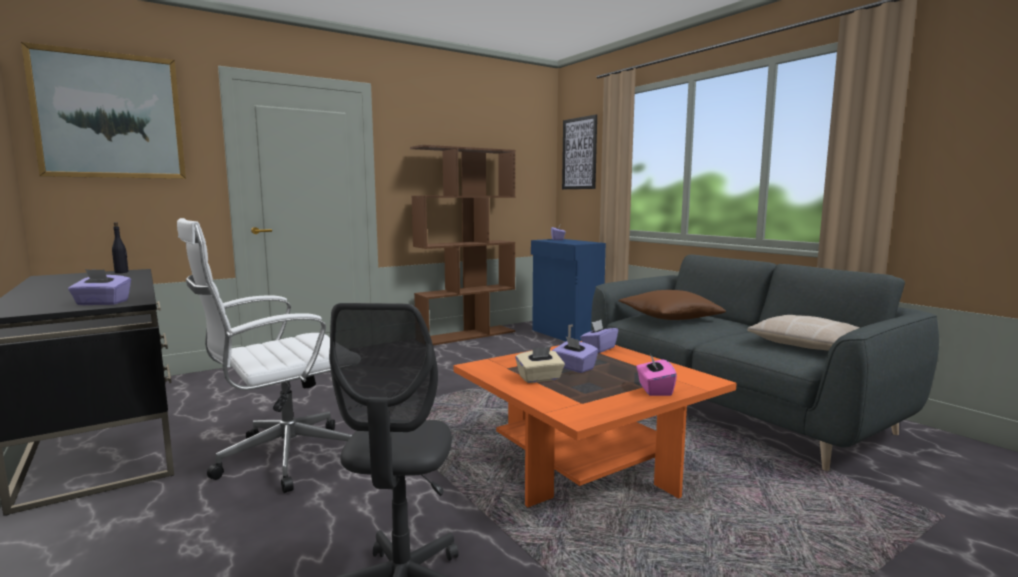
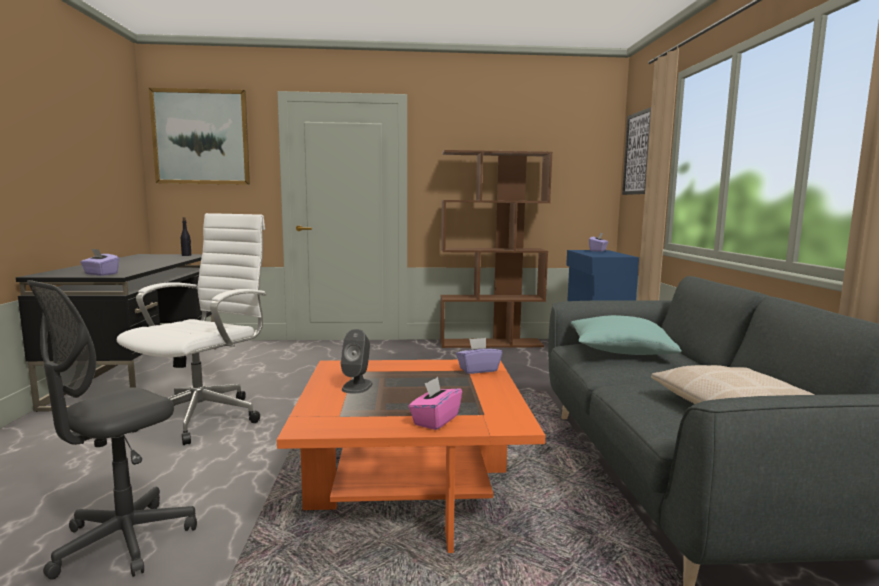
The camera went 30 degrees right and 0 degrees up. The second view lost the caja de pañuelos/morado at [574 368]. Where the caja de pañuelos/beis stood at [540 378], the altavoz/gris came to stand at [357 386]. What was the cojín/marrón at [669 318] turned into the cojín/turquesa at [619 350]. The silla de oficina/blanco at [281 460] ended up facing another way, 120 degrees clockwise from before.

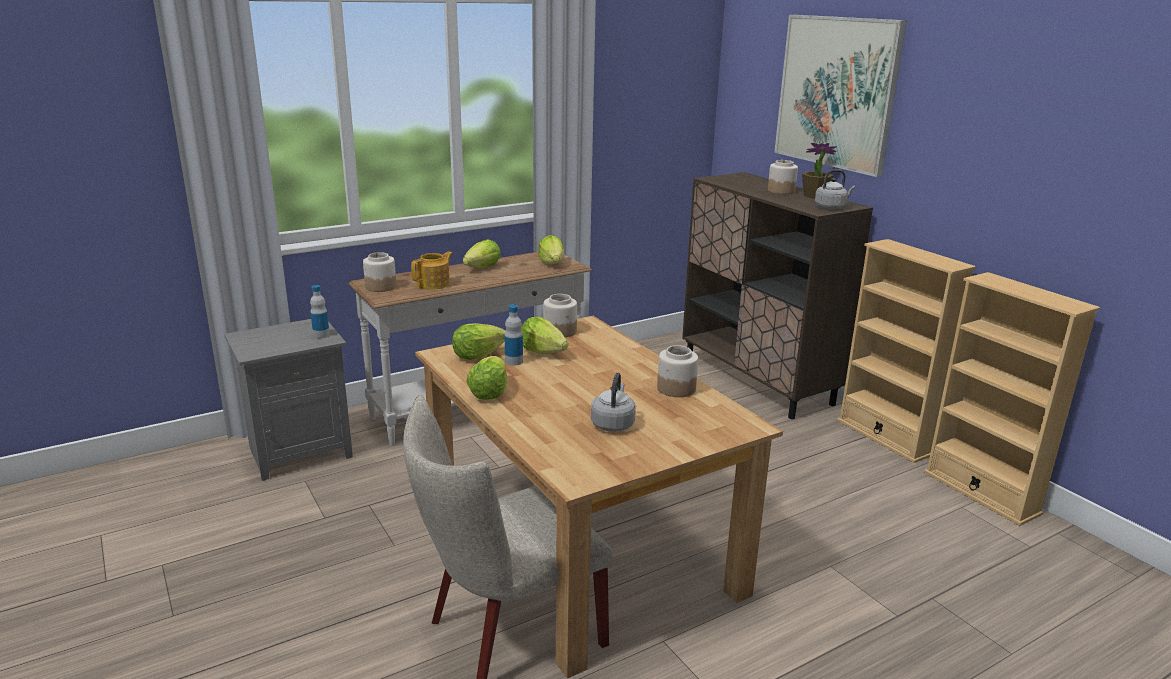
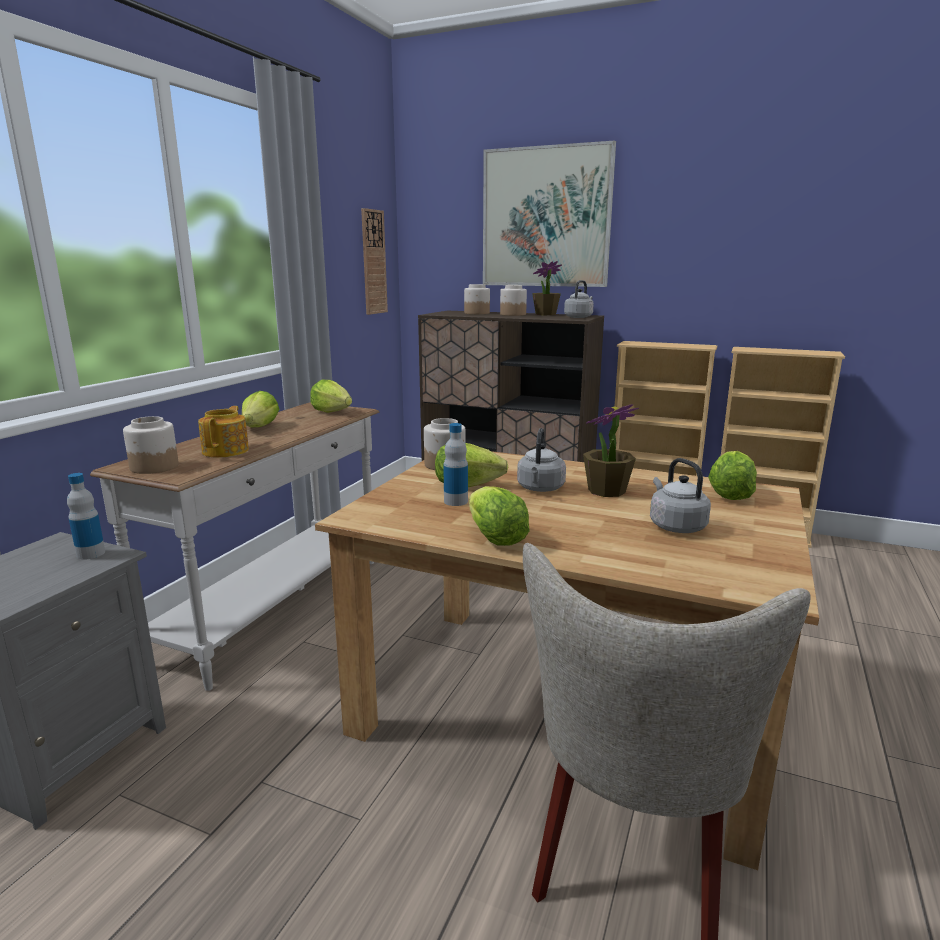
The camera went 35 degrees left and 5 degrees down. The second view gained the reloj de pared at [373 262]. The second view gained the hervidor/gris at [540 489]. The second view gained the planta en maceta at [606 491]. The lechuga ended up elsewhere, having gone from [477 356] to [730 494]. The tarro ended up elsewhere, having gone from [676 388] to [476 313].

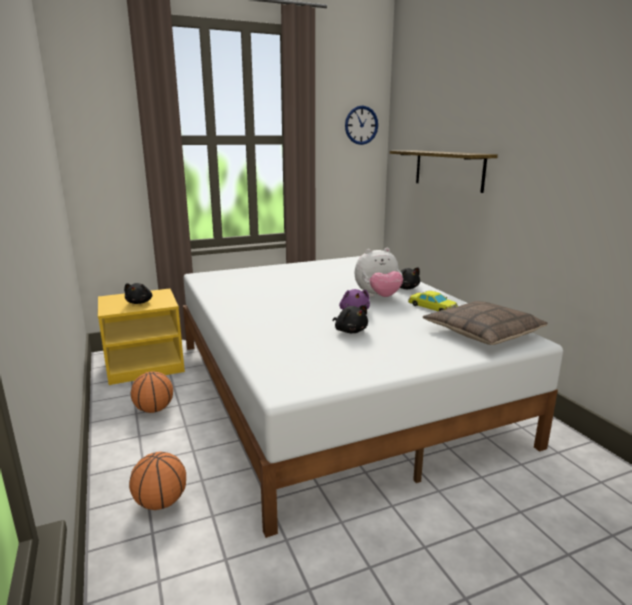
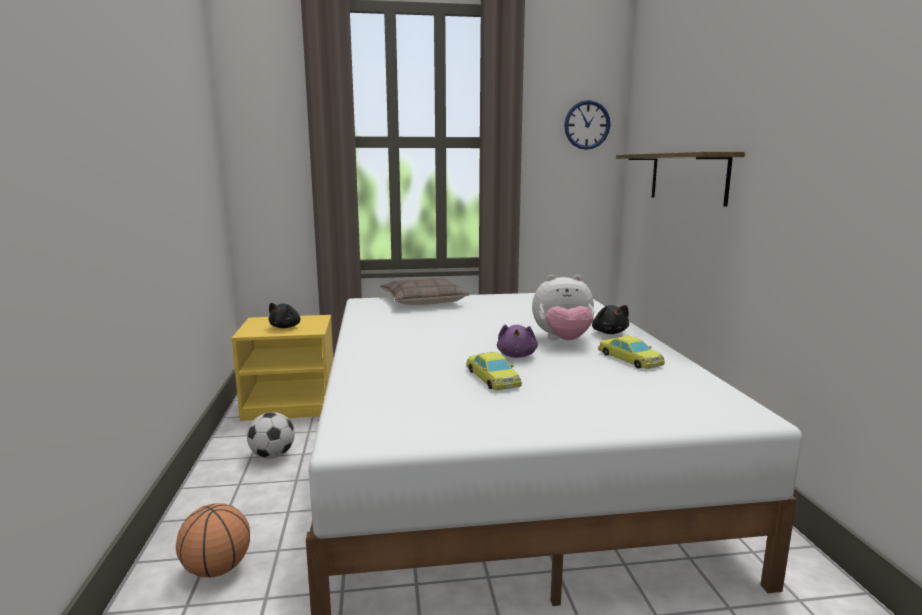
The camera went 15 degrees right and 5 degrees down. The cojín ended up elsewhere, having gone from [482 332] to [423 301]. Where the balón de baloncesto stood at [154 409], the balón de fútbol came to stand at [272 455]. Where the peluche/negro stood at [350 331], the coche de juguete/amarillo came to stand at [493 378].

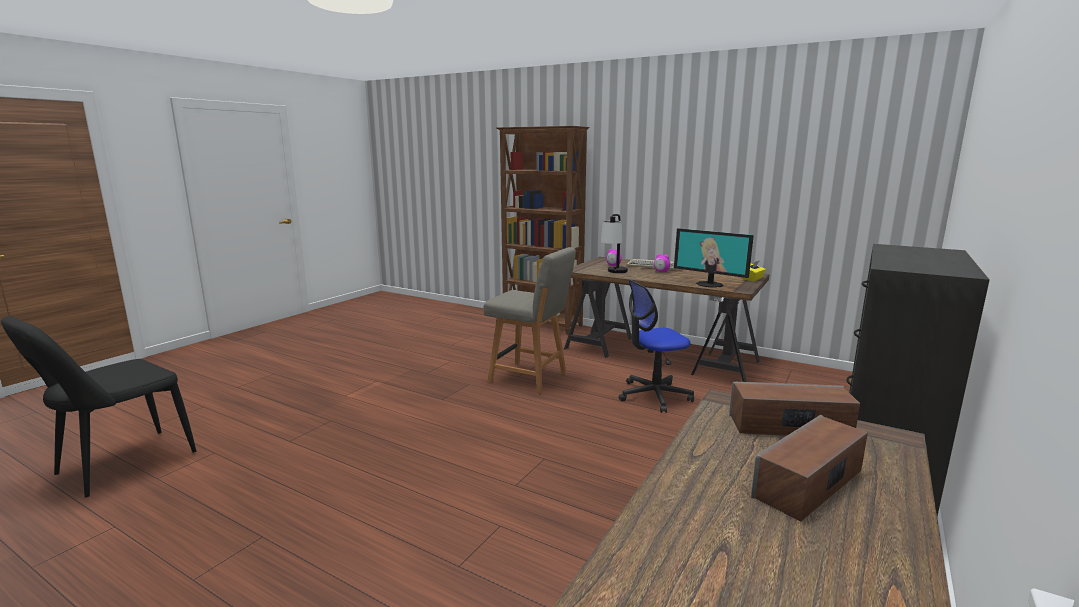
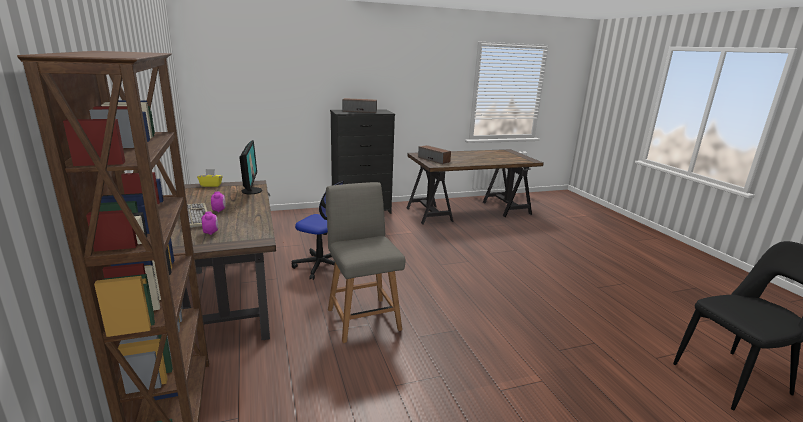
The camera went 140 degrees left and 5 degrees up. The second view lost the lámpara de mesa at [614 273]. The altavoz ended up elsewhere, having gone from [809 484] to [360 111].

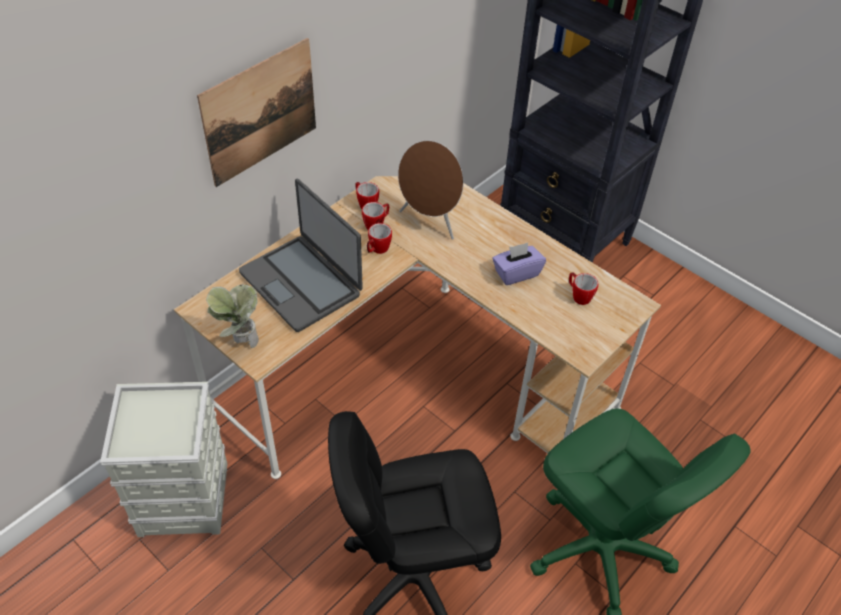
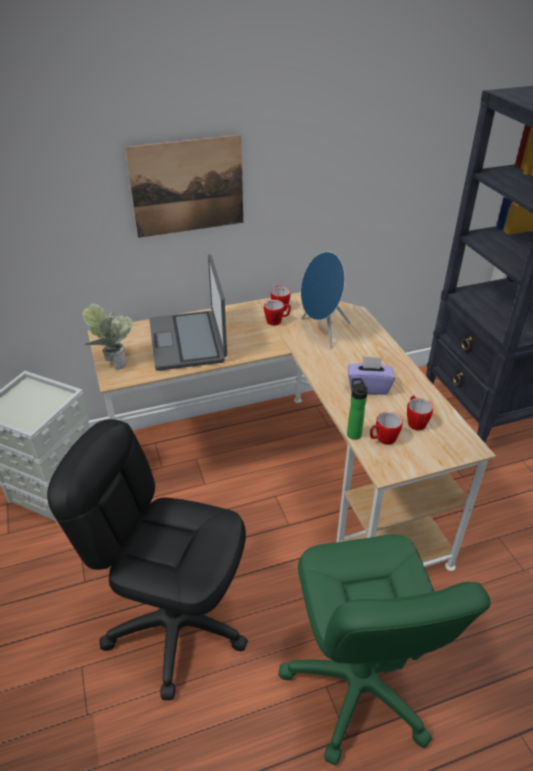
The camera went 30 degrees right and 10 degrees down. The second view gained the botella at [353 433]. The taza grande ended up elsewhere, having gone from [377 250] to [382 439]. What was the altavoz/marrón at [430 221] turned into the altavoz/azul at [322 331].

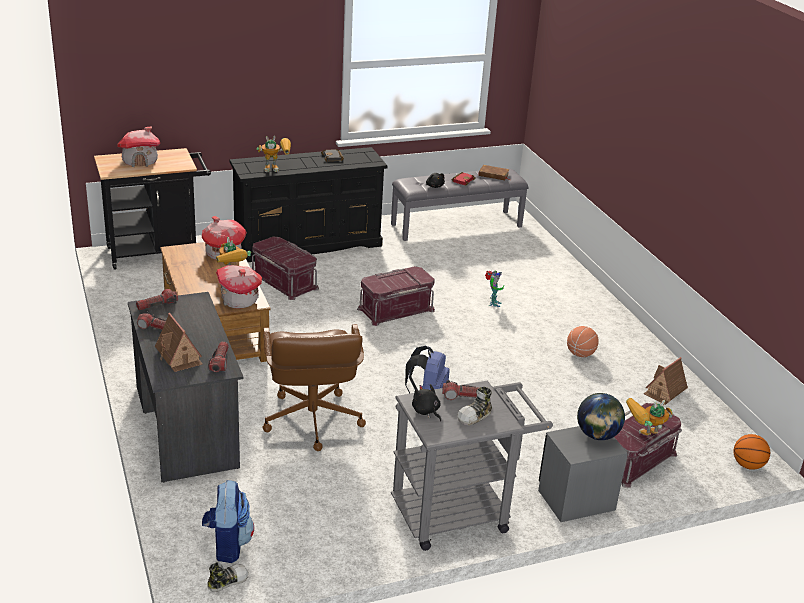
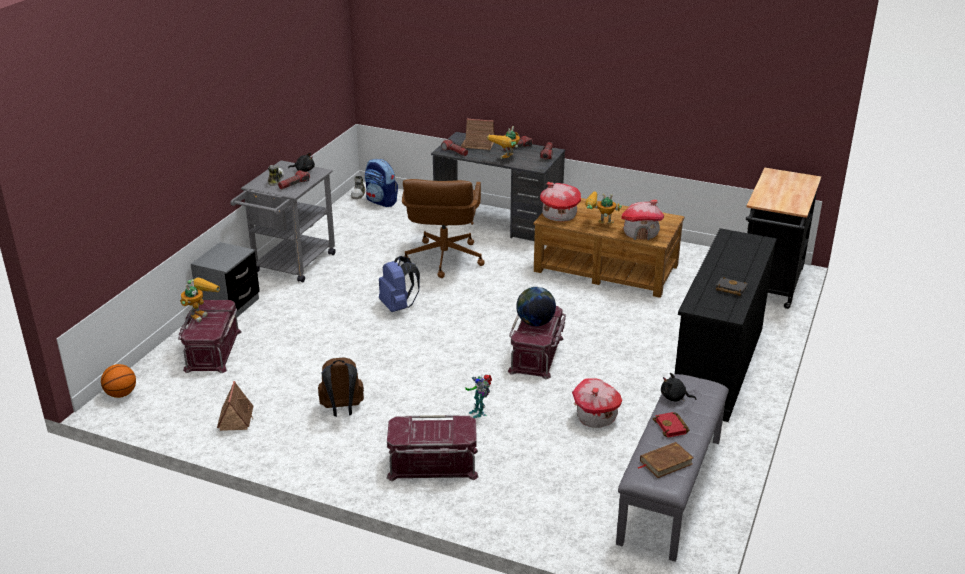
The camera went 135 degrees right and 0 degrees up. The casita ended up elsewhere, having gone from [140 161] to [596 417]. The caja de almacenaje/rojo ended up elsewhere, having gone from [285 281] to [432 465]. The robot de juguete ended up elsewhere, having gone from [276 168] to [506 160]. The globo terráqueo ended up elsewhere, having gone from [597 435] to [535 323]. Where the balón de baloncesto stood at [580 354], the mochila/marrón came to stand at [342 410]. The silla de oficina/marrón at [311 421] ended up facing another way, 120 degrees counterclockwise from before.

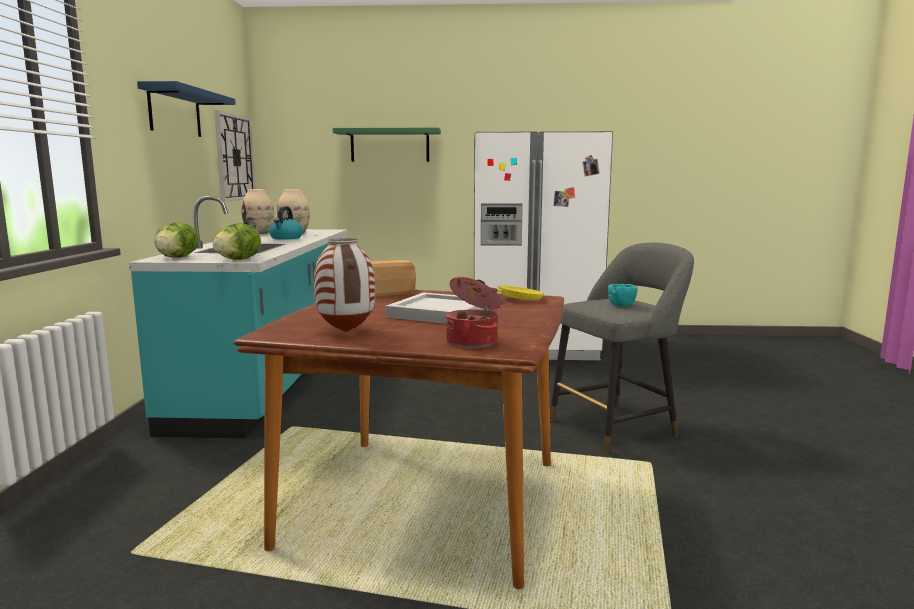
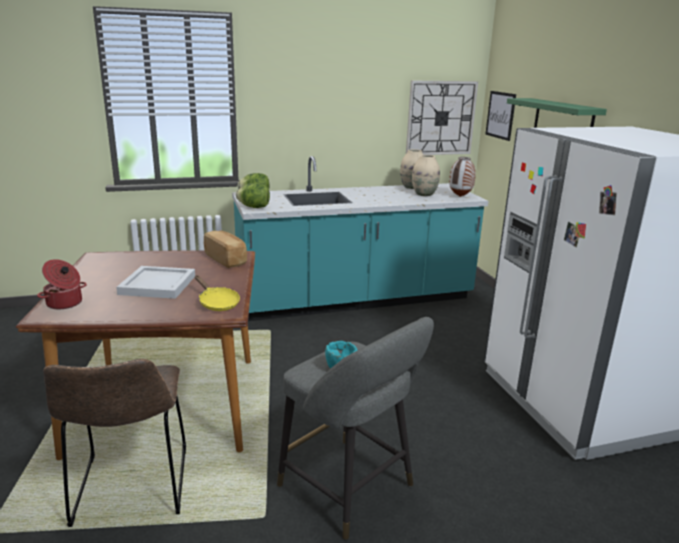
The camera went 70 degrees right and 10 degrees up. The second view lost the estante/azul at [175 112]. The second view lost the hervidor at [286 238]. The second view gained the silla/marrón at [131 489]. The second view gained the cuadro at [500 115]. The florero ended up elsewhere, having gone from [347 332] to [460 196].

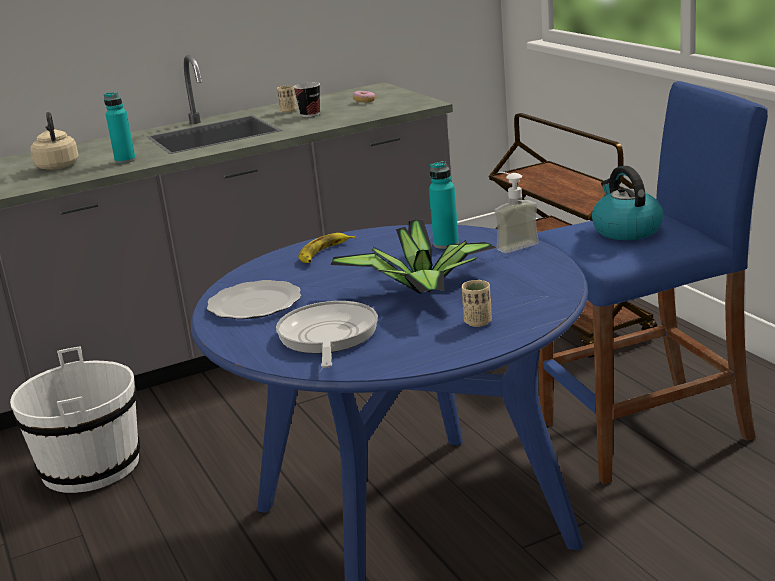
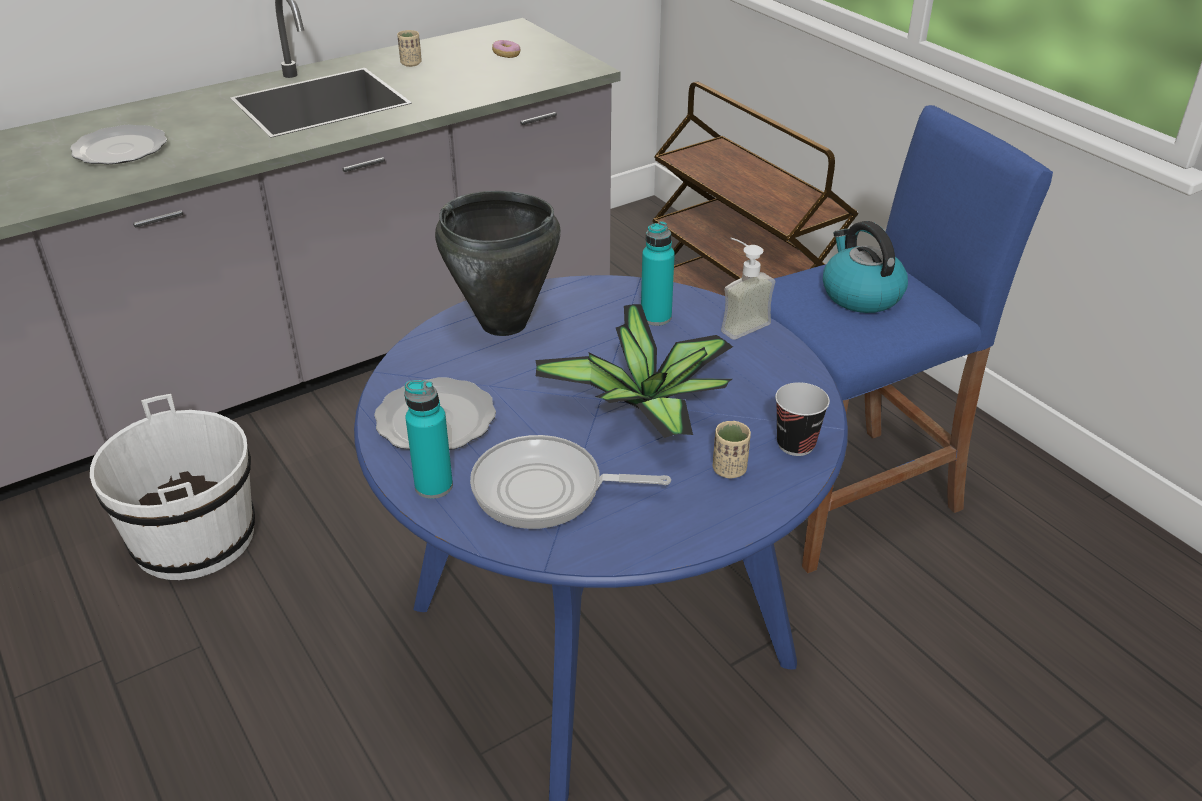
The camera went 10 degrees left and 15 degrees up. The botella/turquesa ended up elsewhere, having gone from [125 160] to [434 486]. The taza ended up elsewhere, having gone from [310 114] to [796 444]. Where the hervidor/beis stood at [57 166], the plato came to stand at [119 149]. Where the plátano stood at [324 253], the olla/negro came to stand at [504 324]. The sartén at [327 337] ended up facing another way, 75 degrees counterclockwise from before.

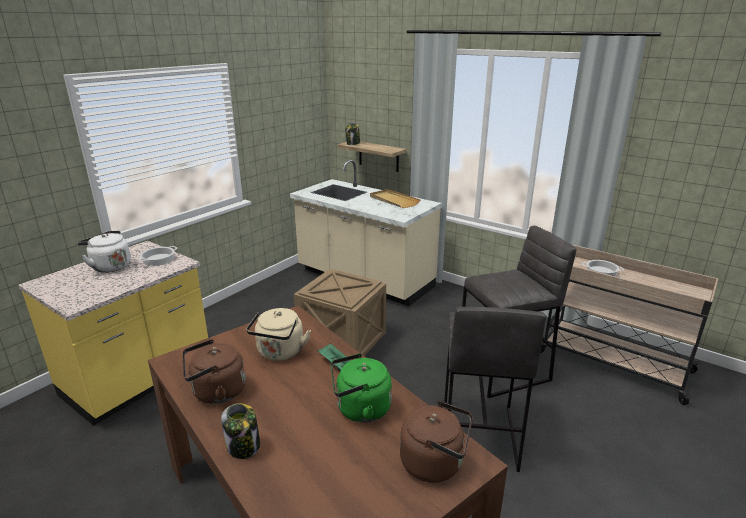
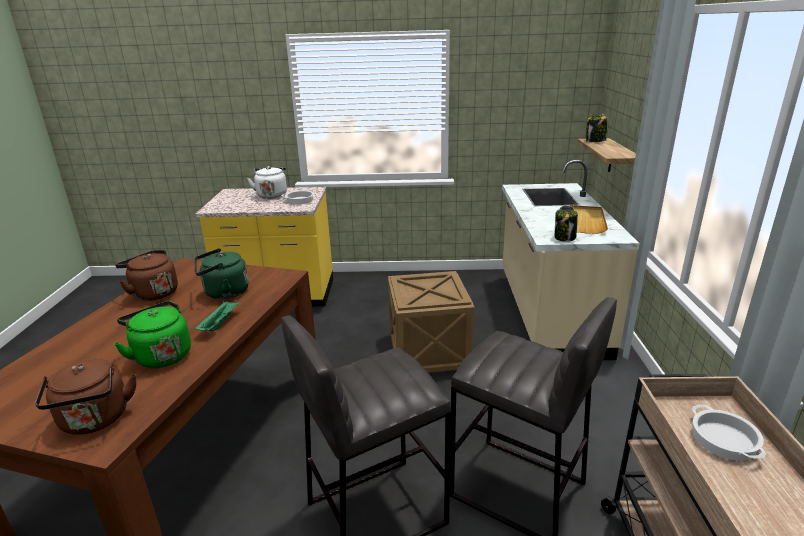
The camera went 55 degrees right and 0 degrees up. The tarro ended up elsewhere, having gone from [244 446] to [565 237]. What was the hervidor/beis at [280 353] turned into the hervidor/verde at [224 293].

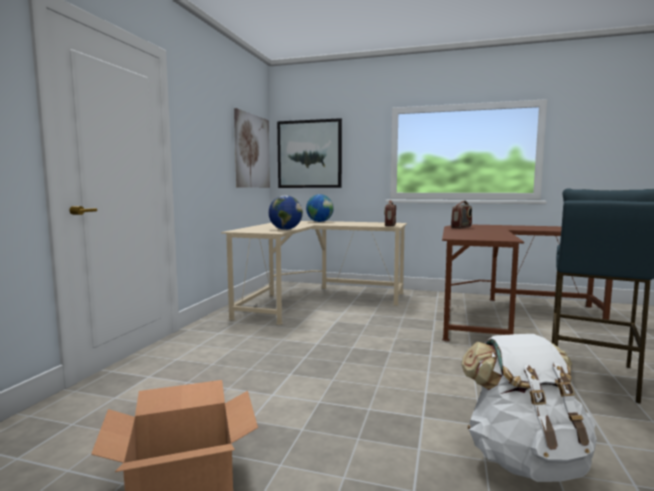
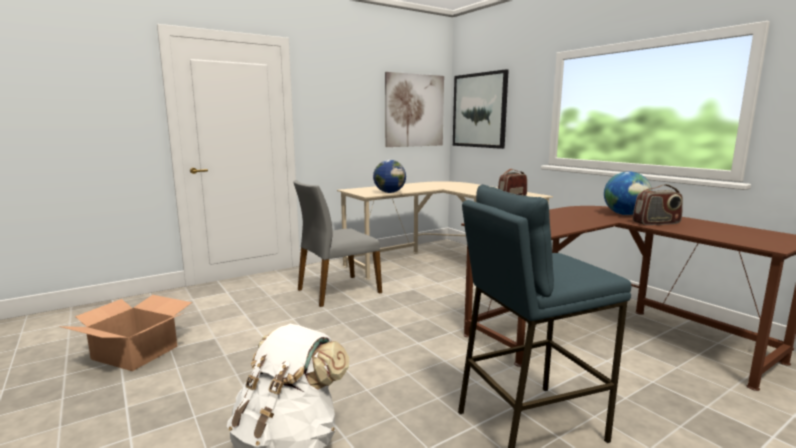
The camera went 40 degrees right and 5 degrees up. The second view gained the silla/gris at [337 291]. The globo terráqueo ended up elsewhere, having gone from [319 222] to [625 214]. The radio ended up elsewhere, having gone from [461 227] to [656 223].

